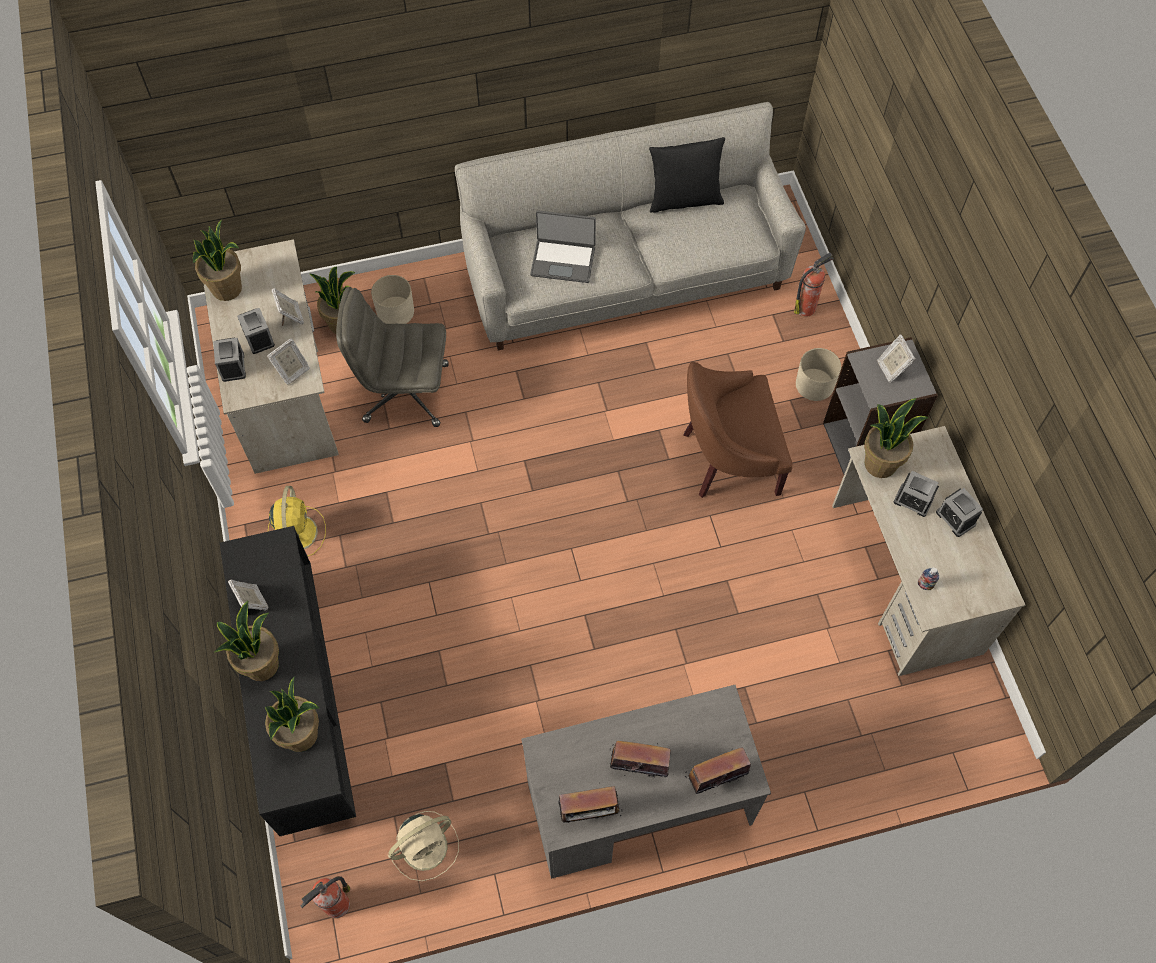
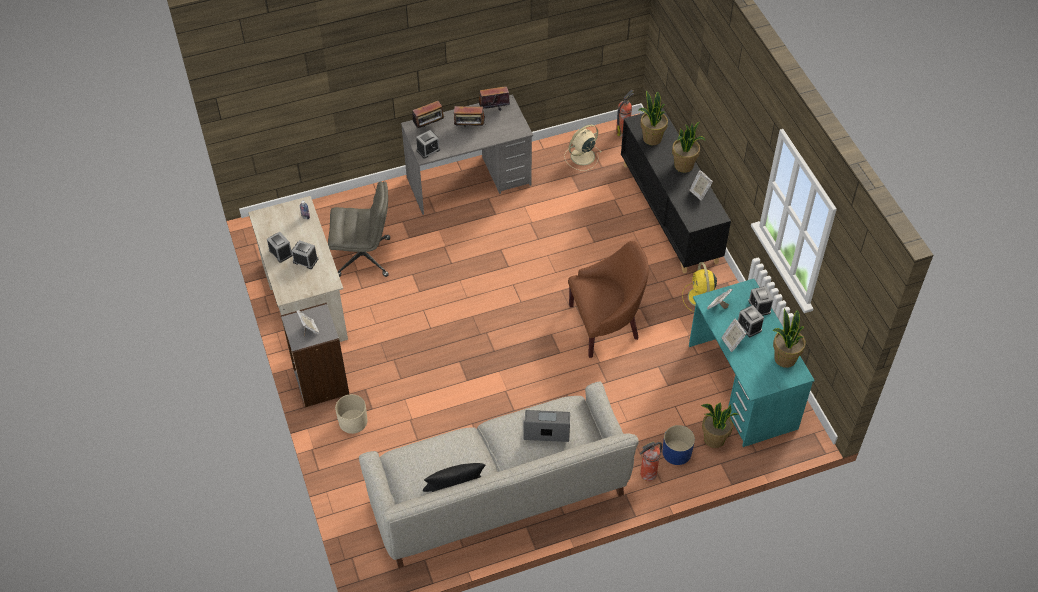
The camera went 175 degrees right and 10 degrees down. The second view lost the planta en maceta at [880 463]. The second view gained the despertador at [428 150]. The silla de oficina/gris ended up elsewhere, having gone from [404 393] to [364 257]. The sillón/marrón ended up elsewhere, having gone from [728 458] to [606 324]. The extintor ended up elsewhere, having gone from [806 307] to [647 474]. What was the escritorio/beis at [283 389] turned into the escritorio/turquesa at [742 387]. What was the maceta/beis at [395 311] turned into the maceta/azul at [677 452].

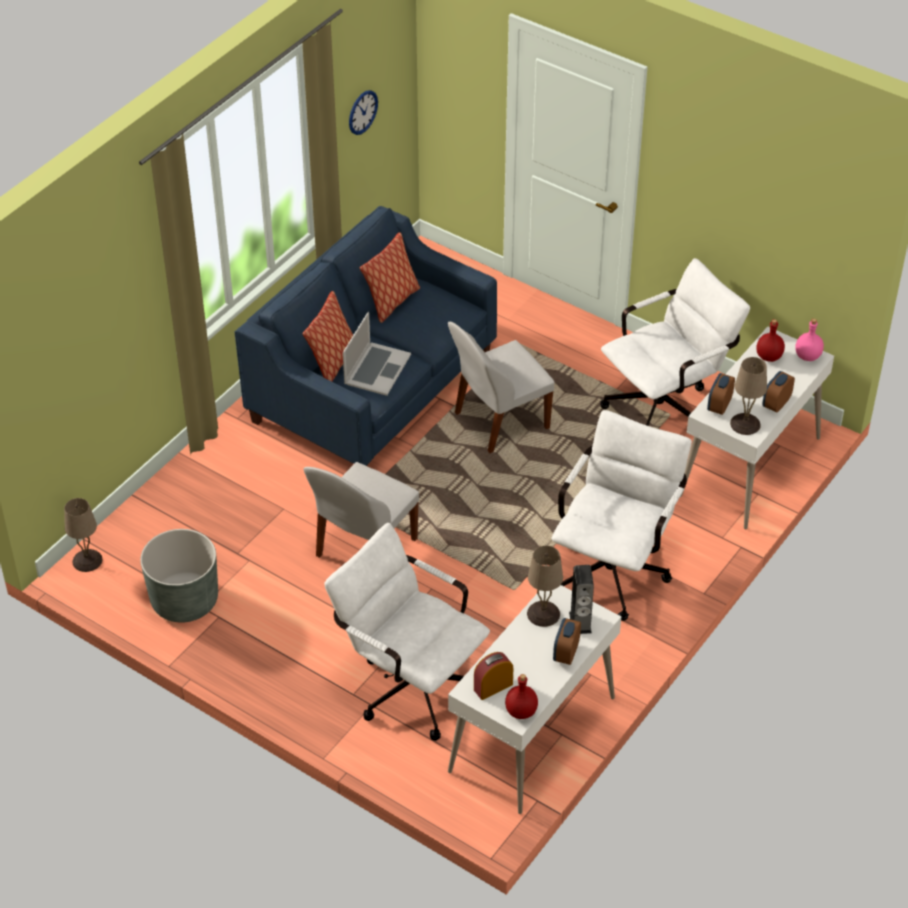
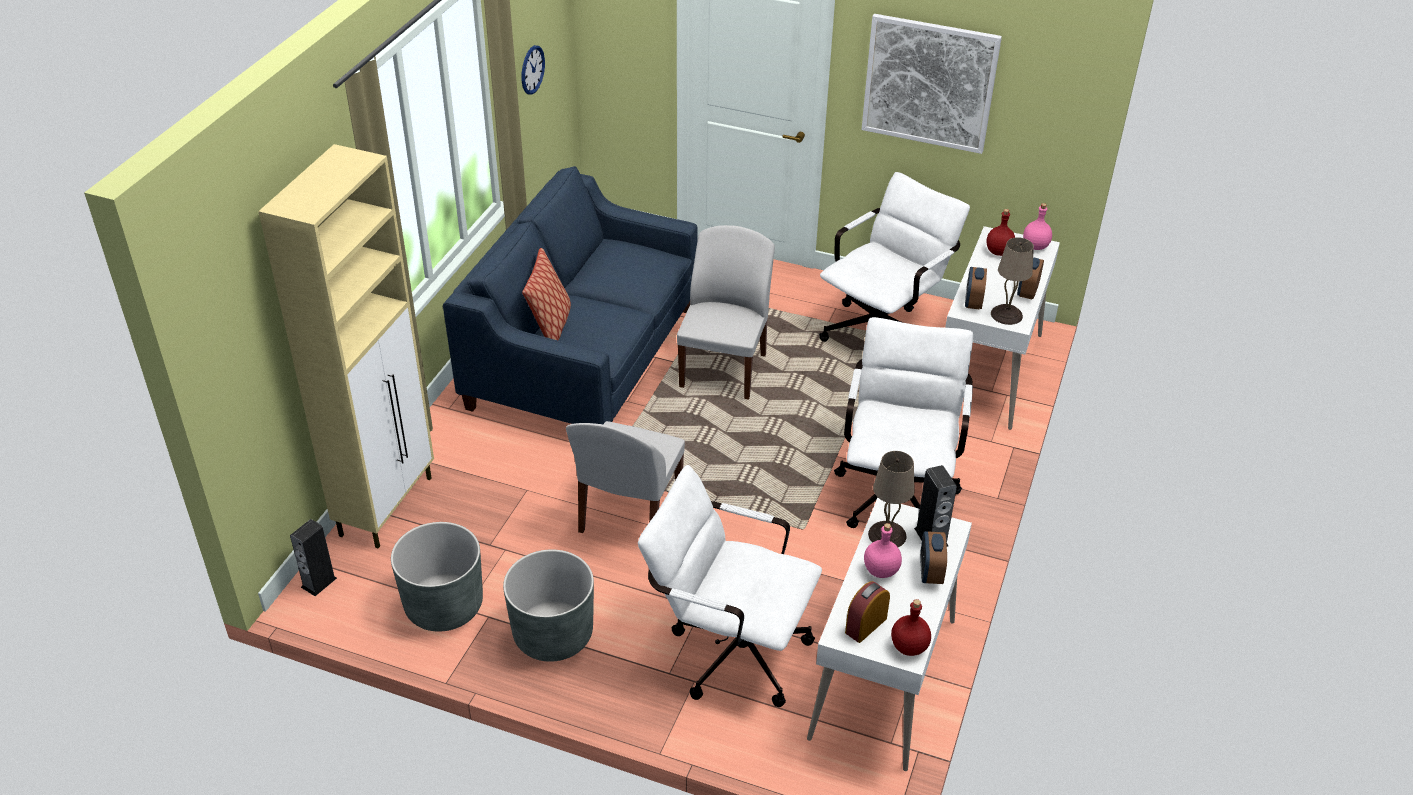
The camera went 15 degrees left and 5 degrees down. The second view lost the portátil at [377 369]. The second view lost the cojín at [392 302]. The second view gained the armario/beis at [387 505]. The second view gained the maceta/gris at [553 635]. The second view gained the cuadro at [929 83]. The second view gained the botella/rosa at [881 570]. Where the lámpara de mesa/beis stood at [88 560], the altavoz came to stand at [319 582]. The silla/blanco at [499 421] ended up facing another way, 150 degrees clockwise from before.

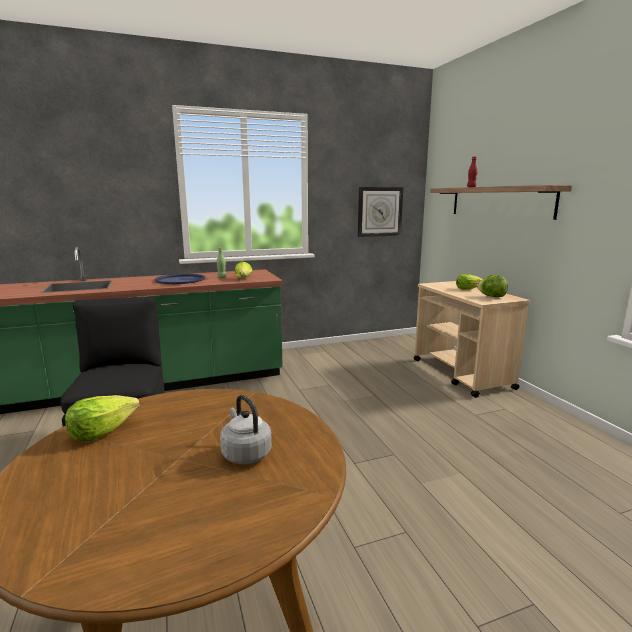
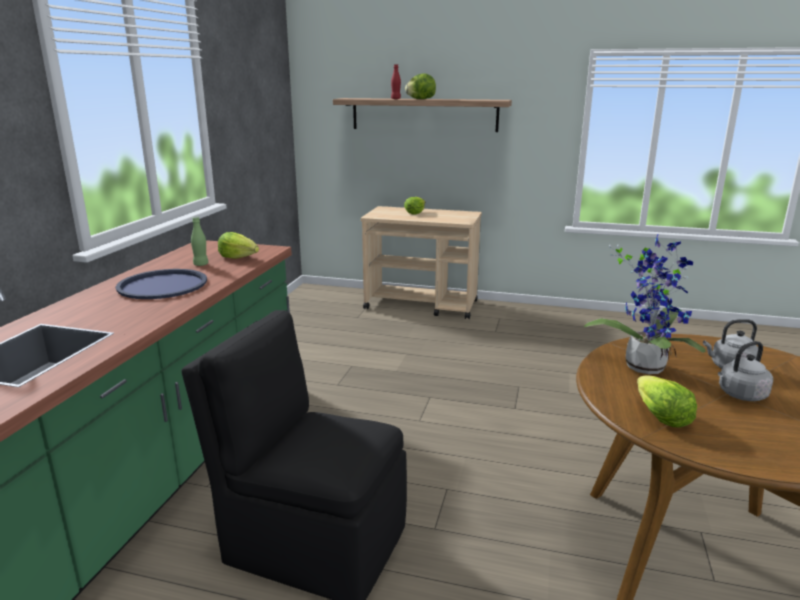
The camera went 55 degrees left and 5 degrees up. The second view lost the reloj de pared at [379 212]. The second view gained the planta en maceta at [644 365]. The second view gained the hervidor/gris at [740 395]. The lechuga ended up elsewhere, having gone from [492 296] to [420 99].

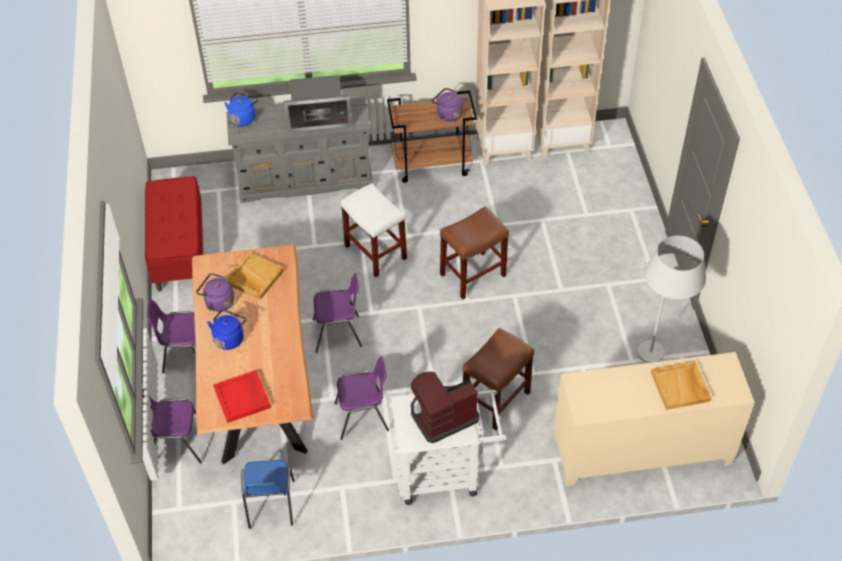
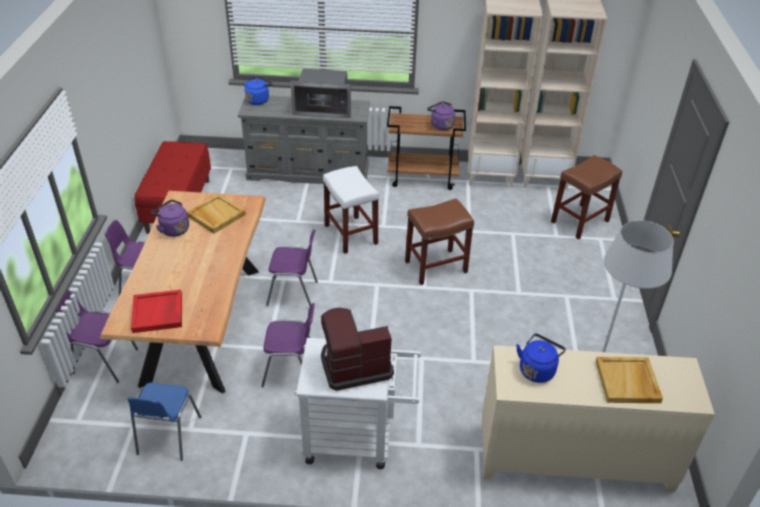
The camera went 10 degrees right and 10 degrees down. The hervidor/azul ended up elsewhere, having gone from [229 338] to [537 369]. The taburete/marrón ended up elsewhere, having gone from [495 401] to [580 222].

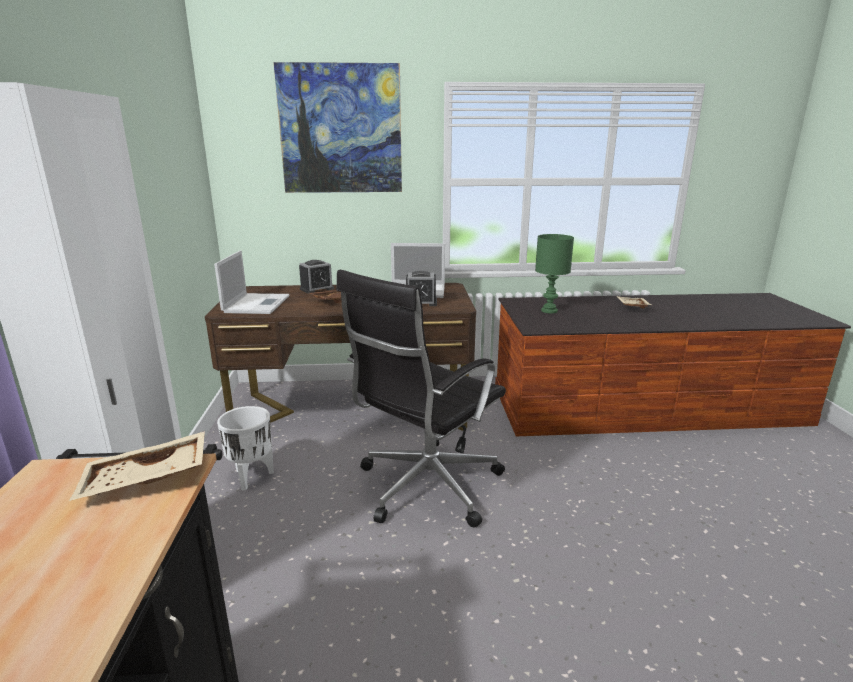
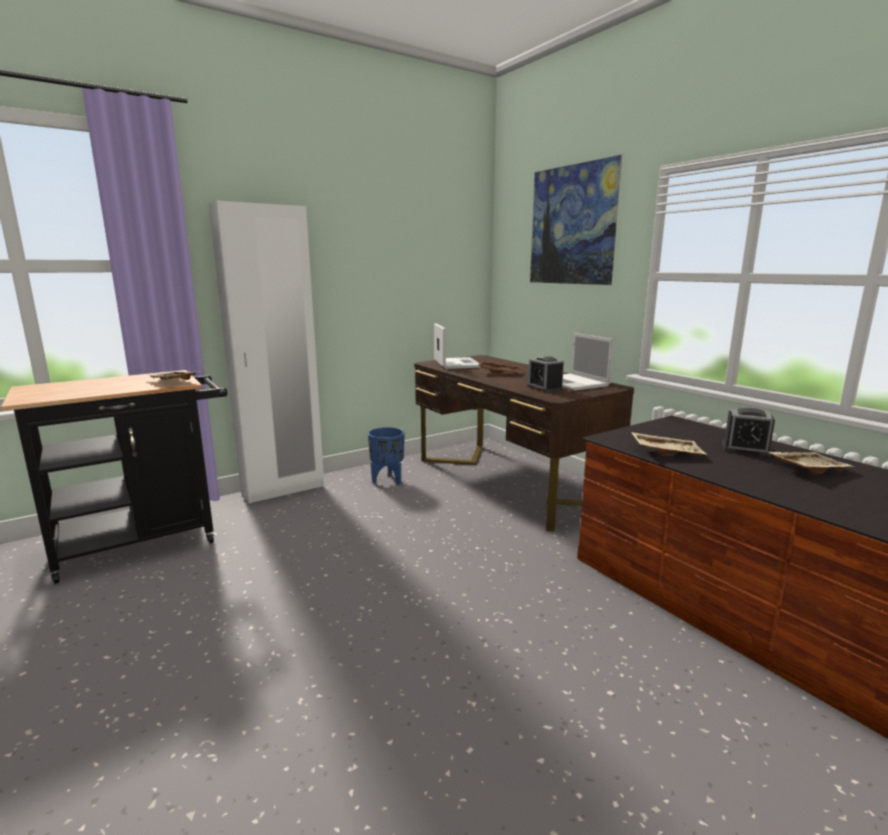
The camera went 60 degrees right and 5 degrees down. The second view lost the silla de oficina/negro at [425 486]. The second view lost the lámpara de mesa/verde at [549 311]. The second view gained the bandeja/beis at [666 451]. The despertador ended up elsewhere, having gone from [317 289] to [745 449]. What was the maceta/blanco at [251 477] turned into the maceta/azul at [387 480]. The portátil at [257 304] ended up facing another way, 75 degrees counterclockwise from before.

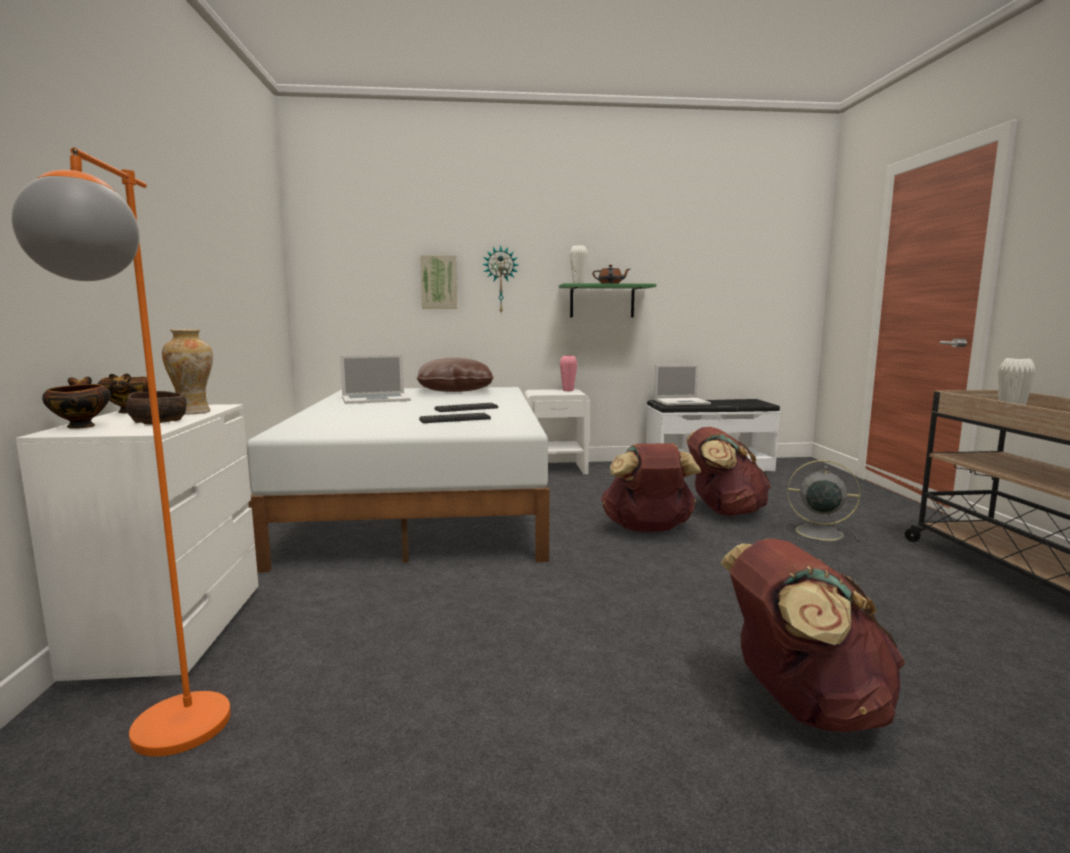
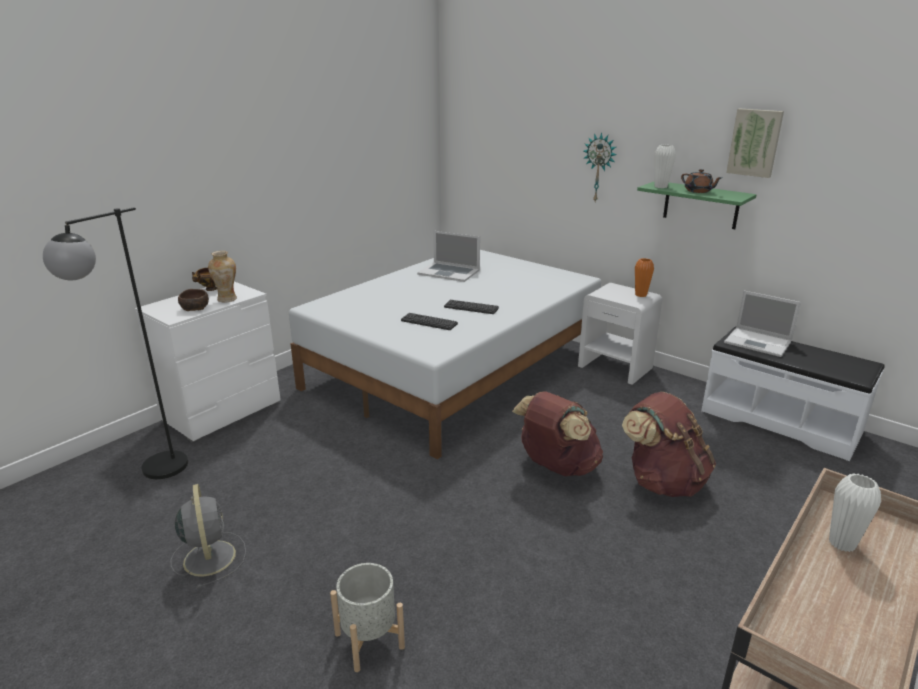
The camera went 45 degrees right and 15 degrees up. The second view lost the cuenco at [81 426]. The second view lost the cojín/marrón at [455 390]. The cuadro ended up elsewhere, having gone from [439 282] to [755 142]. The ventilador/gris ended up elsewhere, having gone from [817 532] to [209 556]. Where the mochila/marrón stood at [803 706], the maceta/gris came to stand at [369 640]. What was the lámpara de pie/naranja at [170 747] turned into the lámpara de pie/negro at [151 474]. What was the florero/rosa at [568 390] turned into the florero/naranja at [640 295].

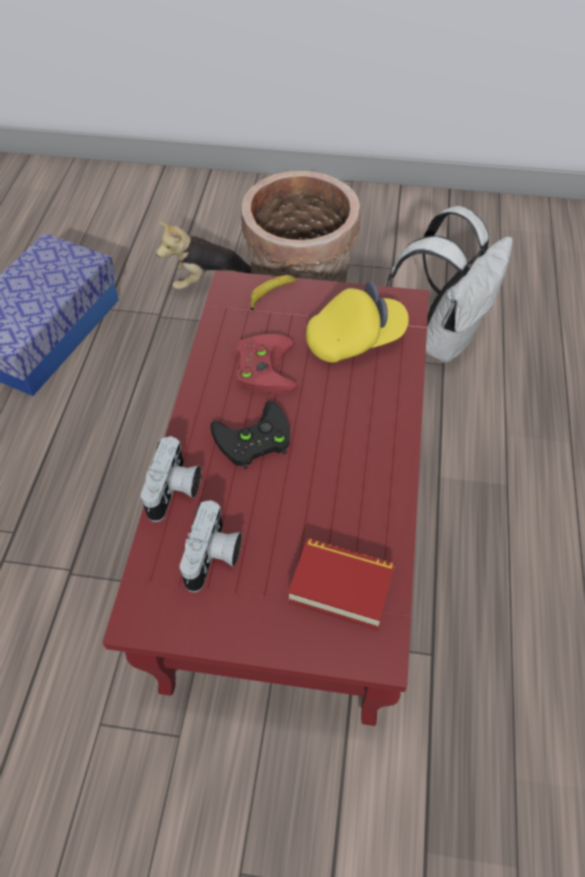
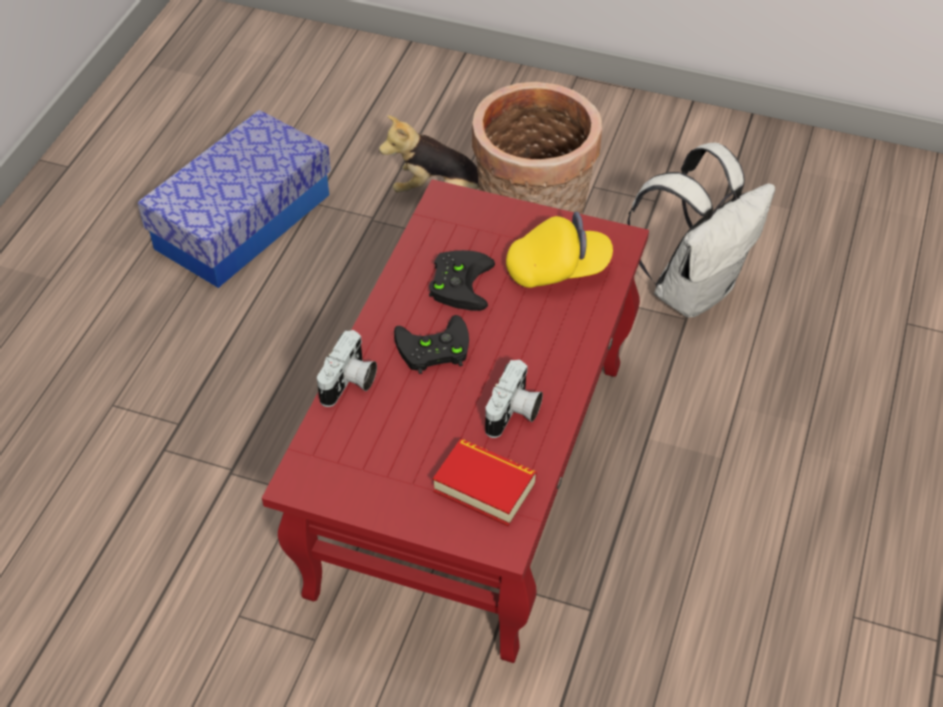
The camera went 10 degrees right and 5 degrees down. The second view lost the plátano at [271 295]. The cámara ended up elsewhere, having gone from [214 558] to [514 414]. What was the mando de consola/rojo at [263 366] turned into the mando de consola/negro at [459 282].

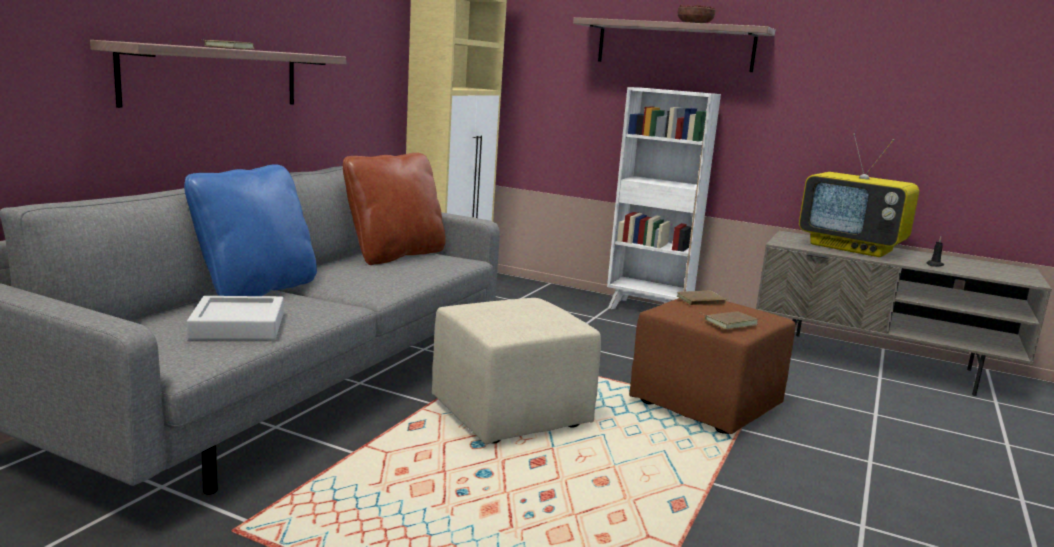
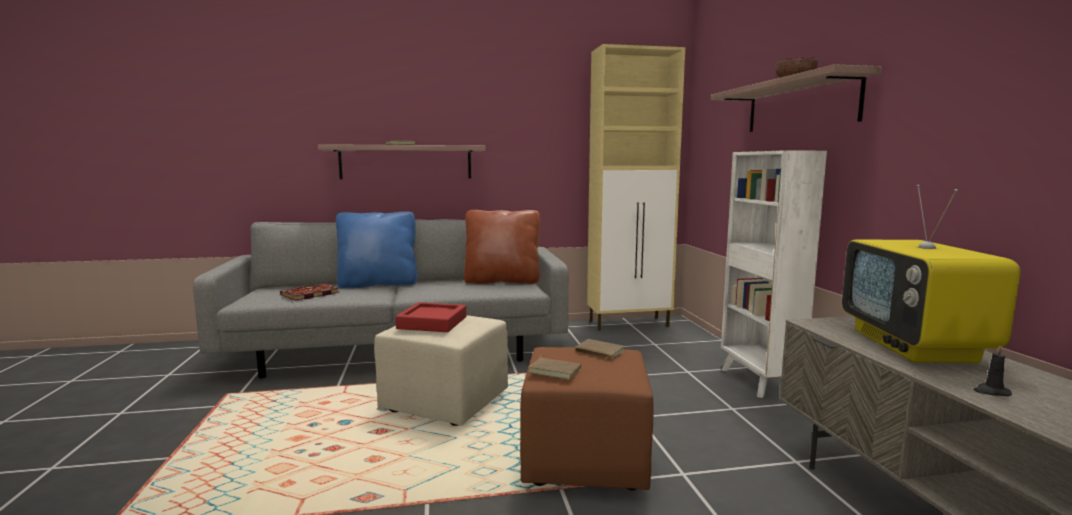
The camera went 55 degrees right and 5 degrees down. The second view gained the bandeja/rojo at [432 323]. Where the bandeja/gris stood at [238 326], the libro came to stand at [309 294].

